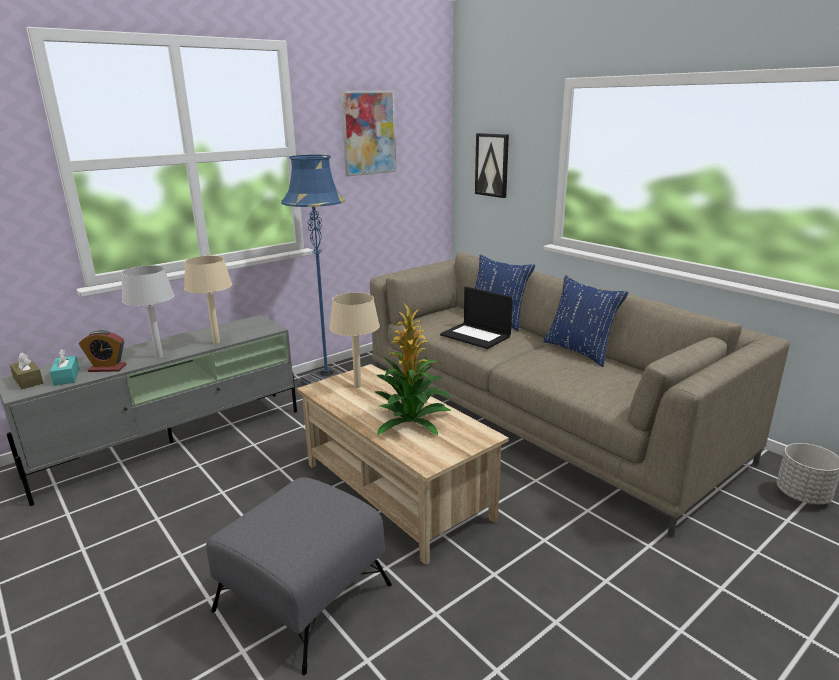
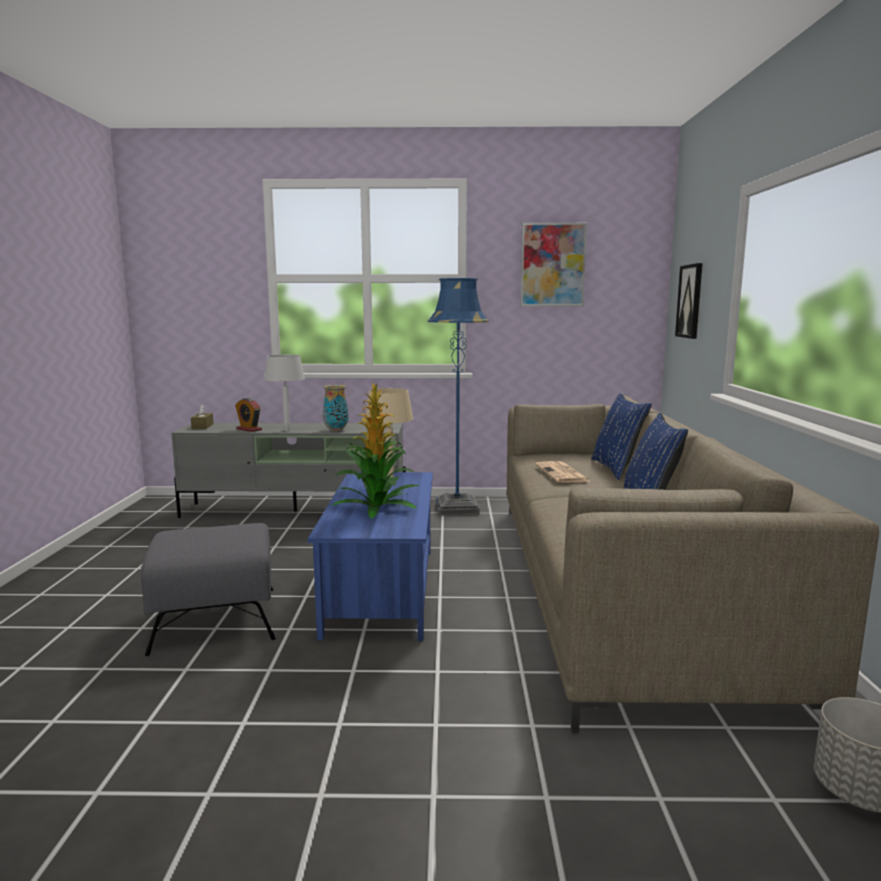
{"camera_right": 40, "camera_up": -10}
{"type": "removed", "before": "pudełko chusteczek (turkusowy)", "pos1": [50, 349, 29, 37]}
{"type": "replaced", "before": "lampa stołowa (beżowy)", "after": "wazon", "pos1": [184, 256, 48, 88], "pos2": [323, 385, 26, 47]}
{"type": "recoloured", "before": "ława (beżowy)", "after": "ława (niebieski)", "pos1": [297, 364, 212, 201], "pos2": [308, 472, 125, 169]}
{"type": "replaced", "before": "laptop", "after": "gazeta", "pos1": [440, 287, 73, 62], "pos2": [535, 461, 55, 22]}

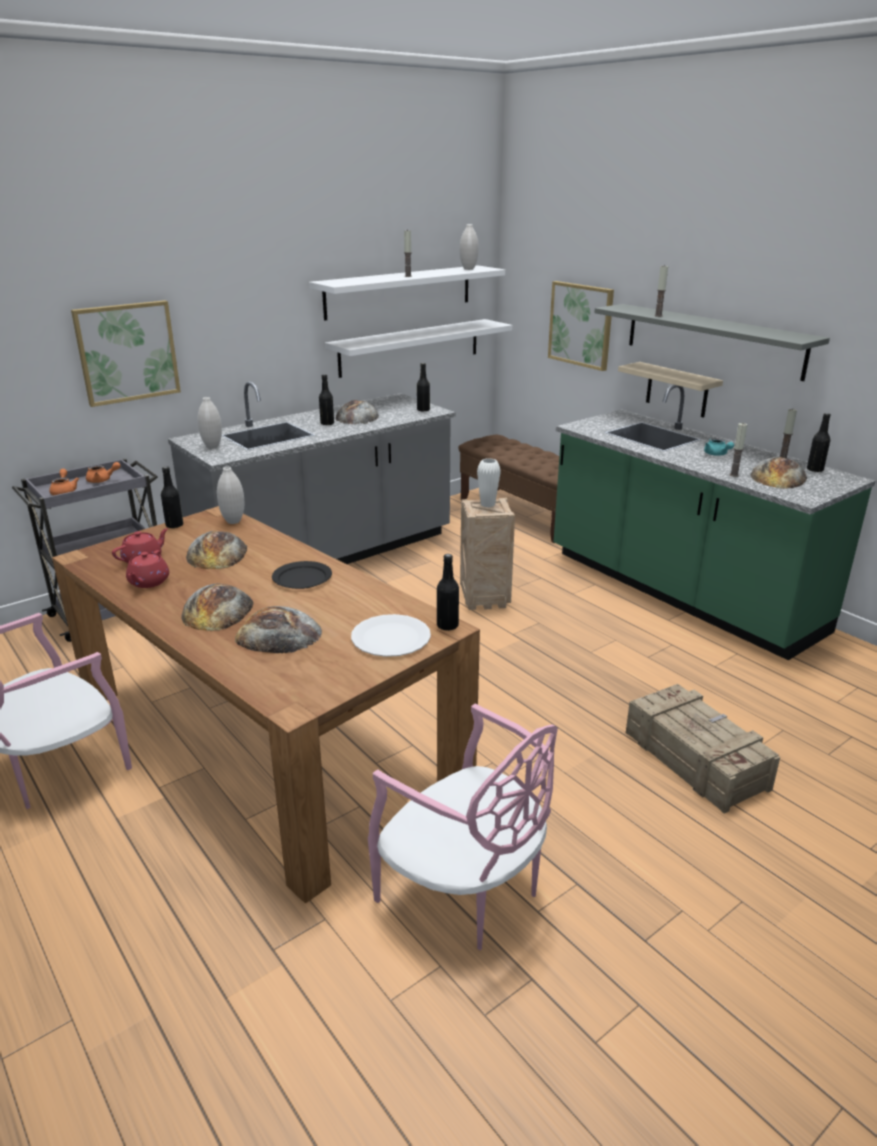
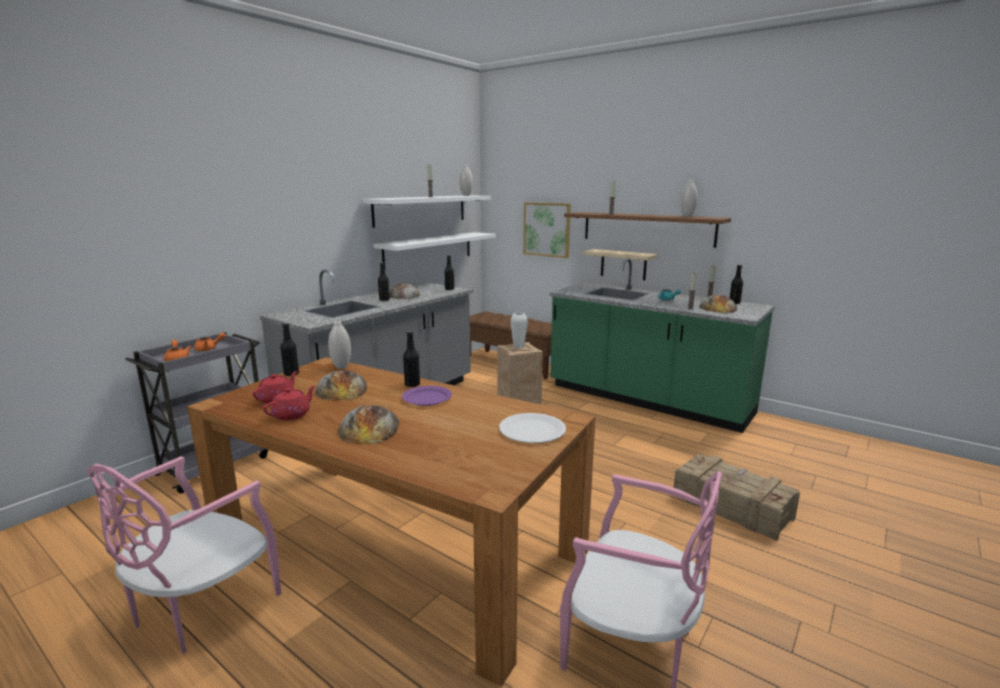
{"camera_right": -15, "camera_up": -10}
{"type": "removed", "before": "obraz", "pos1": [71, 300, 110, 107]}
{"type": "turned", "before": "imbryk (czerwony)", "pos1": [126, 550, 43, 38], "pos2": [263, 385, 53, 35], "turn": -135}
{"type": "moved", "before": "wazon (biały)", "pos1": [198, 397, 24, 51], "pos2": [680, 180, 18, 37]}
{"type": "removed", "before": "chleb", "pos1": [235, 606, 87, 47]}
{"type": "recoloured", "before": "talerz (czarny)", "after": "talerz (fioletowy)", "pos1": [272, 561, 60, 28], "pos2": [402, 386, 50, 20]}
{"type": "moved", "before": "butelka (czarny)", "pos1": [437, 554, 22, 77], "pos2": [403, 331, 17, 56]}
{"type": "recoloured", "before": "półka (szary)", "after": "półka (brązowy)", "pos1": [594, 304, 236, 77], "pos2": [564, 212, 167, 36]}

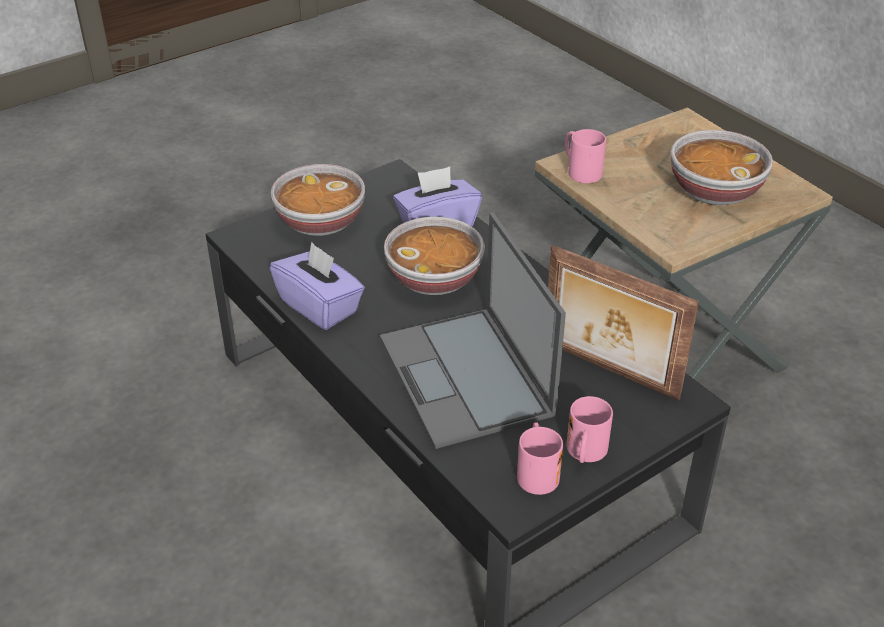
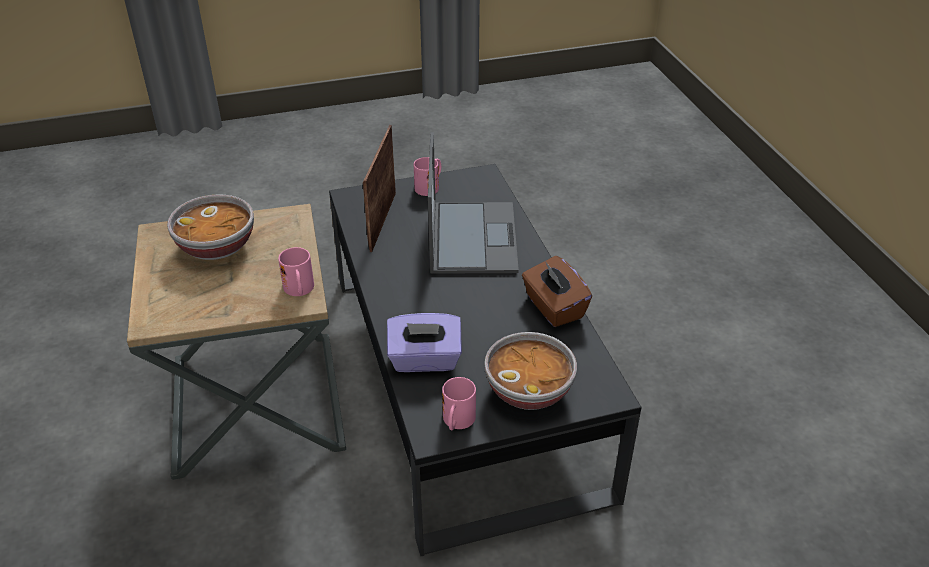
{"camera_right": -160, "camera_up": 0}
{"type": "recoloured", "before": "pudełko chusteczek (fioletowy)", "after": "pudełko chusteczek (brązowy)", "pos1": [270, 242, 95, 88], "pos2": [522, 256, 70, 71]}
{"type": "removed", "before": "miska", "pos1": [384, 216, 101, 79]}
{"type": "moved", "before": "kubek (różowy)", "pos1": [517, 422, 46, 73], "pos2": [442, 377, 34, 53]}
{"type": "turned", "before": "ramka na zdjęcie", "pos1": [548, 245, 151, 155], "pos2": [363, 125, 33, 127], "turn": -135}

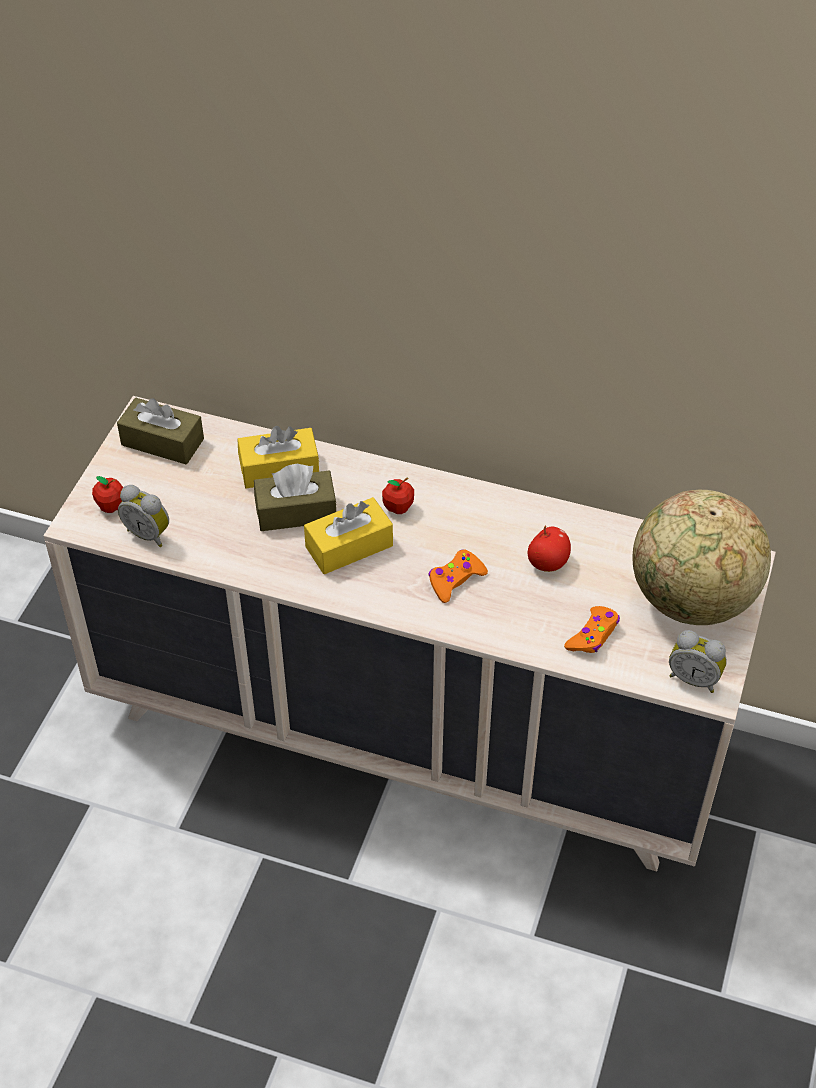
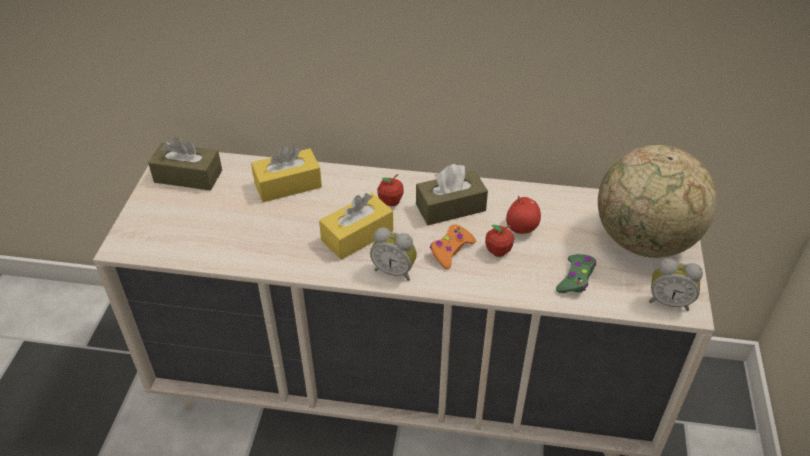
{"camera_right": -10, "camera_up": -5}
{"type": "moved", "before": "jabłko", "pos1": [92, 476, 31, 37], "pos2": [485, 225, 29, 32]}
{"type": "moved", "before": "budzik", "pos1": [118, 485, 51, 62], "pos2": [370, 227, 47, 54]}
{"type": "moved", "before": "pudełko chusteczek (brązowy)", "pos1": [254, 464, 82, 67], "pos2": [416, 164, 72, 61]}
{"type": "recoloured", "before": "pad do gier (pomarańczowy)", "after": "pad do gier (zielony)", "pos1": [564, 606, 56, 47], "pos2": [556, 254, 40, 39]}

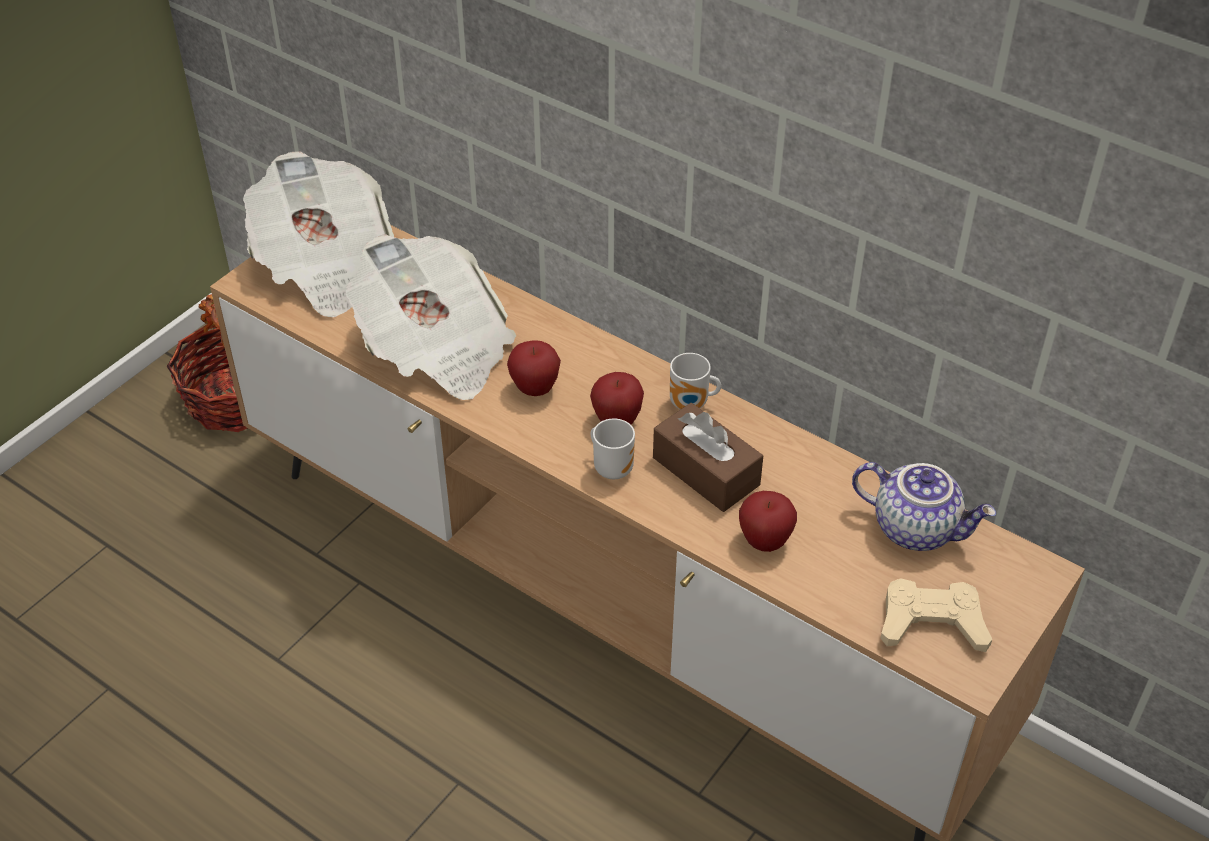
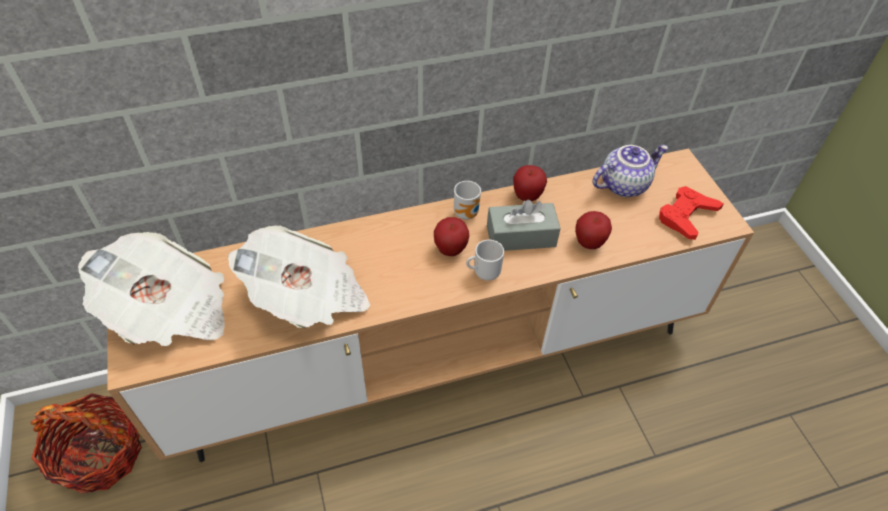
{"camera_right": -55, "camera_up": 5}
{"type": "moved", "before": "jabłko", "pos1": [507, 340, 54, 56], "pos2": [513, 165, 34, 36]}
{"type": "recoloured", "before": "pudełko chusteczek (brązowy)", "after": "pudełko chusteczek (szary)", "pos1": [653, 403, 110, 109], "pos2": [487, 200, 74, 51]}
{"type": "recoloured", "before": "pad do gier (beżowy)", "after": "pad do gier (czerwony)", "pos1": [881, 578, 111, 74], "pos2": [659, 186, 64, 54]}

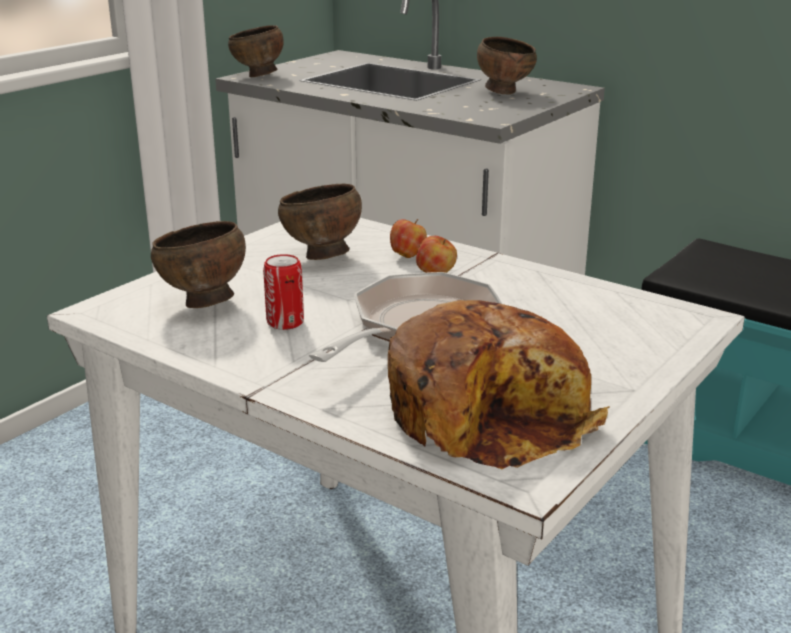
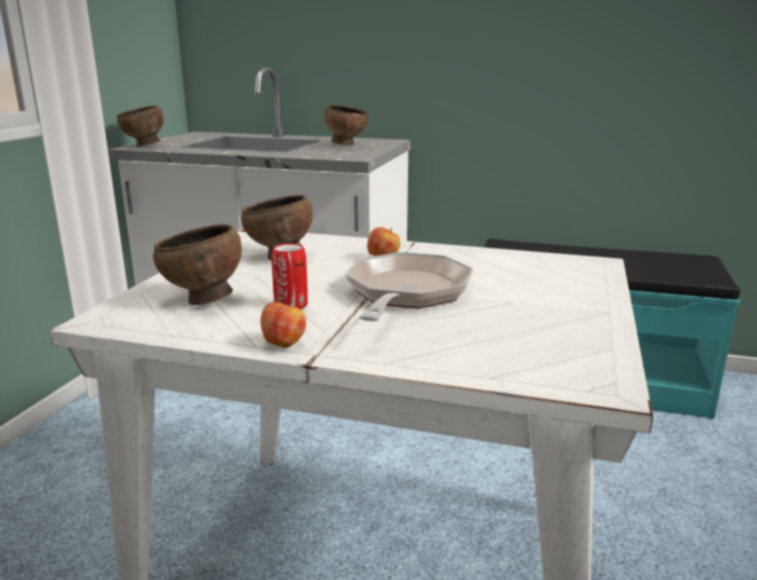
{"camera_right": -20, "camera_up": -5}
{"type": "removed", "before": "chleb", "pos1": [388, 300, 222, 169]}
{"type": "moved", "before": "jabłko", "pos1": [390, 219, 37, 39], "pos2": [260, 299, 46, 49]}

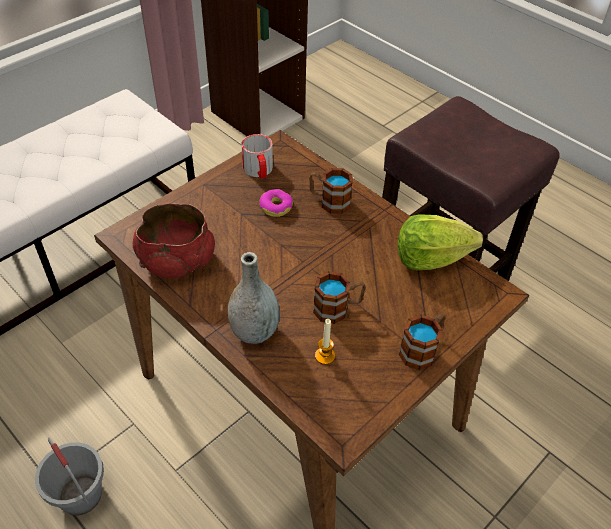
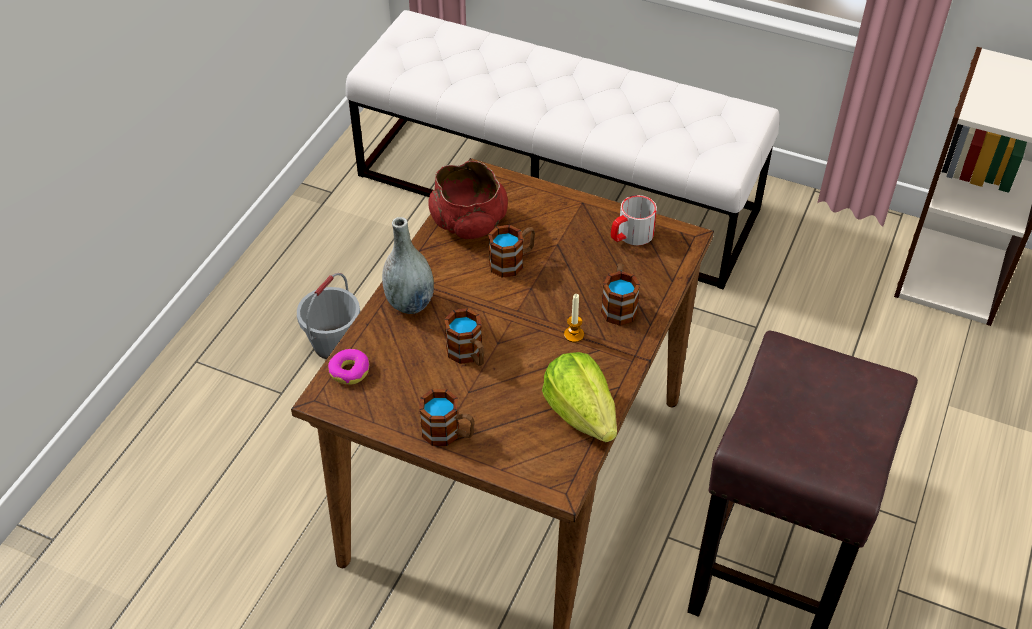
{"camera_right": 70, "camera_up": 0}
{"type": "moved", "before": "donut", "pos1": [259, 189, 34, 28], "pos2": [328, 349, 41, 36]}
{"type": "moved", "before": "świeca", "pos1": [315, 319, 20, 46], "pos2": [564, 294, 20, 48]}
{"type": "added", "after": "kubek", "pos2": [488, 225, 47, 53]}

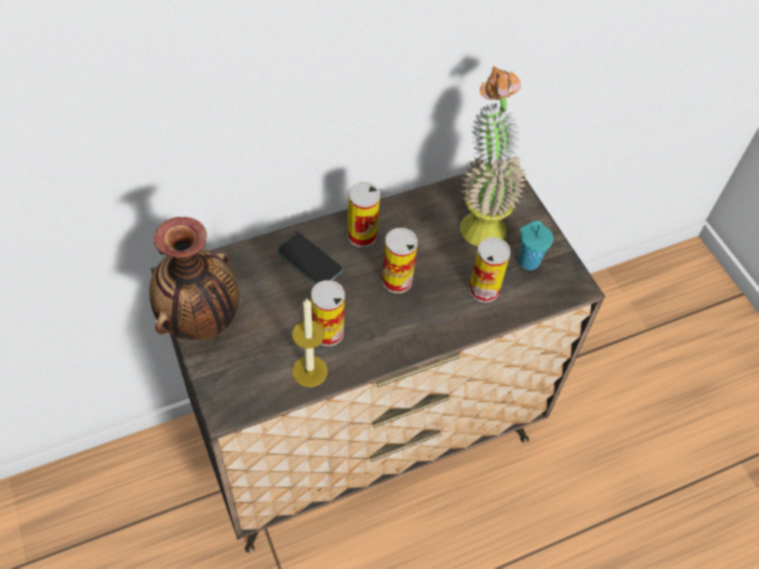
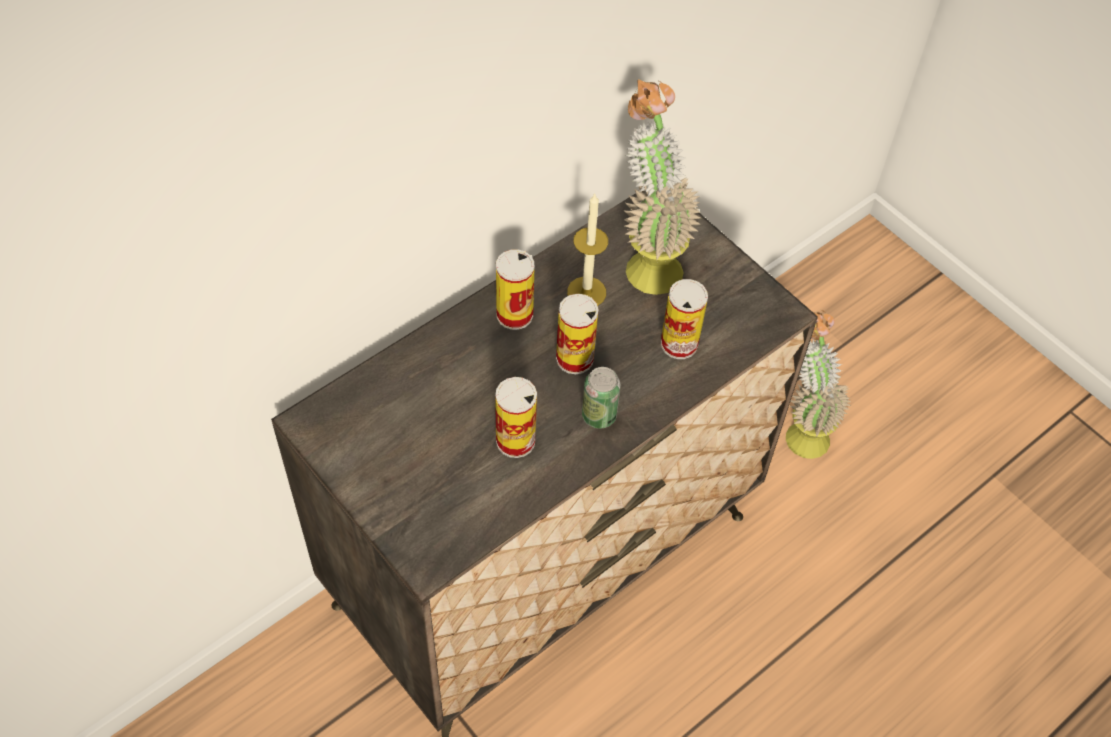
{"camera_right": -15, "camera_up": 0}
{"type": "removed", "before": "wazon", "pos1": [149, 217, 90, 123]}
{"type": "removed", "before": "telefon", "pos1": [277, 233, 66, 51]}
{"type": "moved", "before": "świeca", "pos1": [292, 299, 36, 88], "pos2": [567, 194, 41, 112]}
{"type": "removed", "before": "filiżanka (turkusowy)", "pos1": [518, 221, 35, 49]}
{"type": "added", "after": "puszka", "pos2": [582, 367, 39, 62]}
{"type": "added", "after": "roślina doniczkowa", "pos2": [786, 310, 65, 149]}

